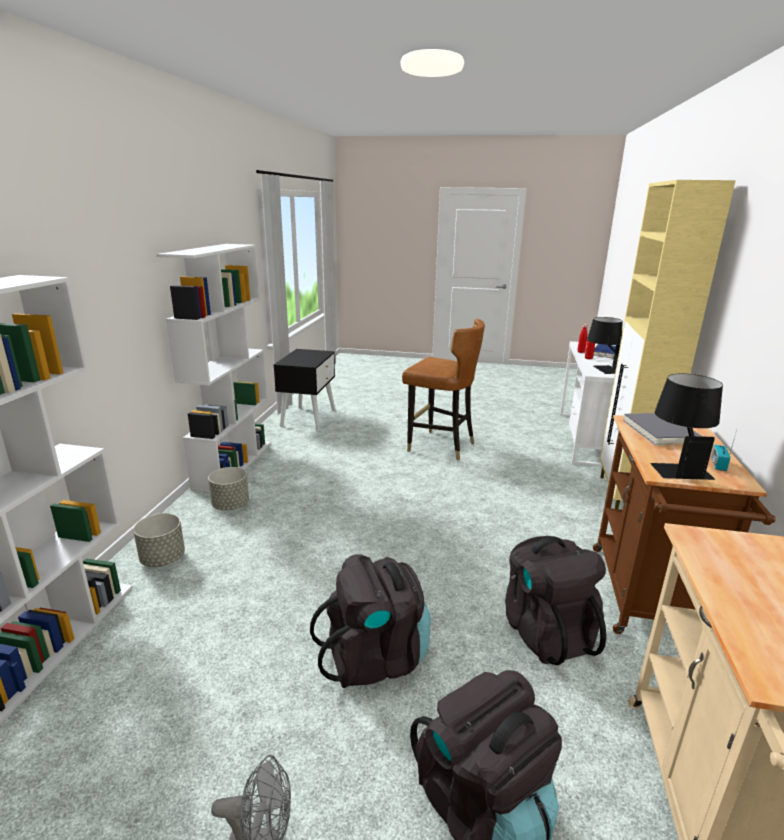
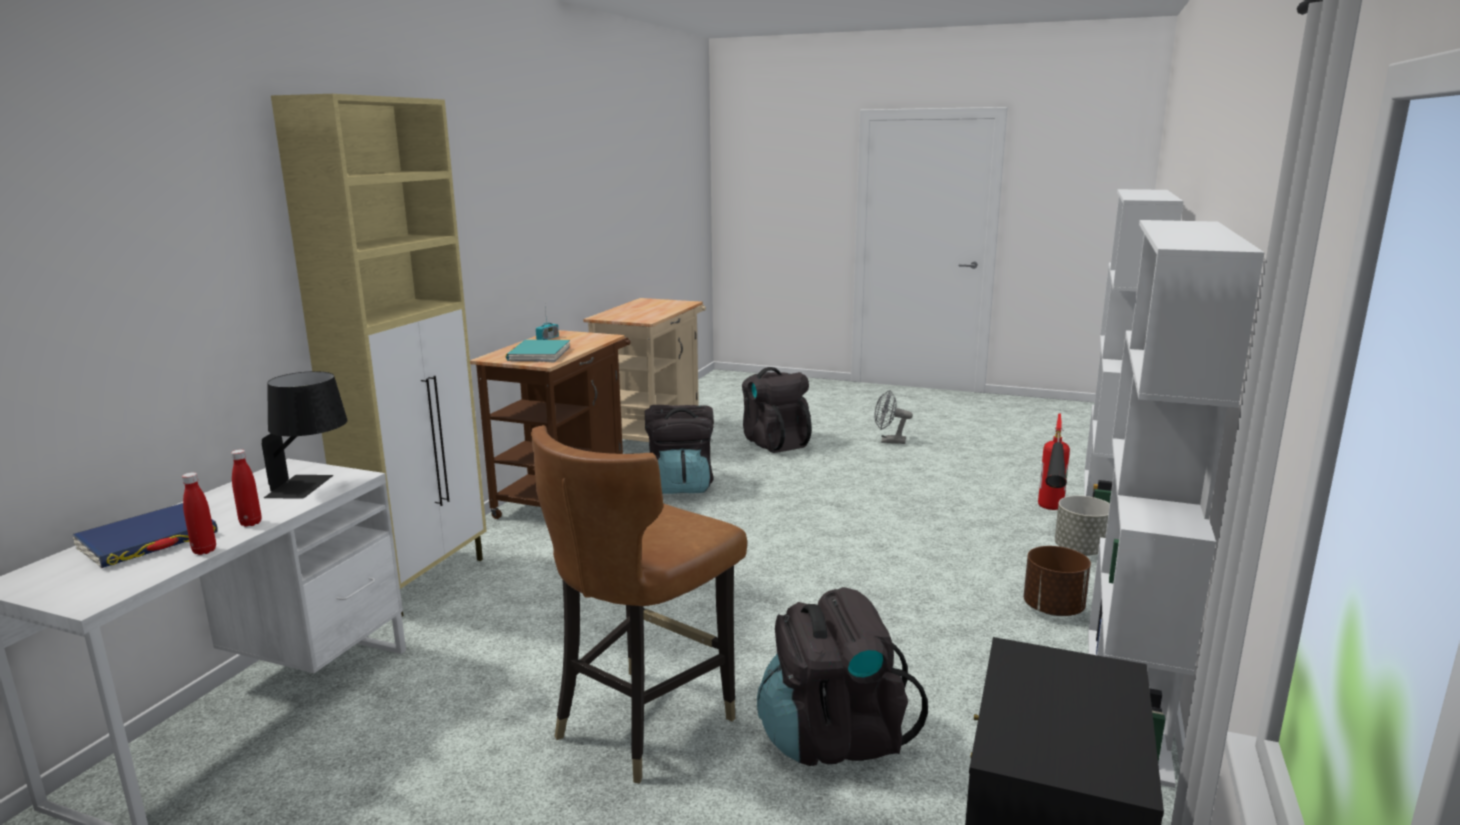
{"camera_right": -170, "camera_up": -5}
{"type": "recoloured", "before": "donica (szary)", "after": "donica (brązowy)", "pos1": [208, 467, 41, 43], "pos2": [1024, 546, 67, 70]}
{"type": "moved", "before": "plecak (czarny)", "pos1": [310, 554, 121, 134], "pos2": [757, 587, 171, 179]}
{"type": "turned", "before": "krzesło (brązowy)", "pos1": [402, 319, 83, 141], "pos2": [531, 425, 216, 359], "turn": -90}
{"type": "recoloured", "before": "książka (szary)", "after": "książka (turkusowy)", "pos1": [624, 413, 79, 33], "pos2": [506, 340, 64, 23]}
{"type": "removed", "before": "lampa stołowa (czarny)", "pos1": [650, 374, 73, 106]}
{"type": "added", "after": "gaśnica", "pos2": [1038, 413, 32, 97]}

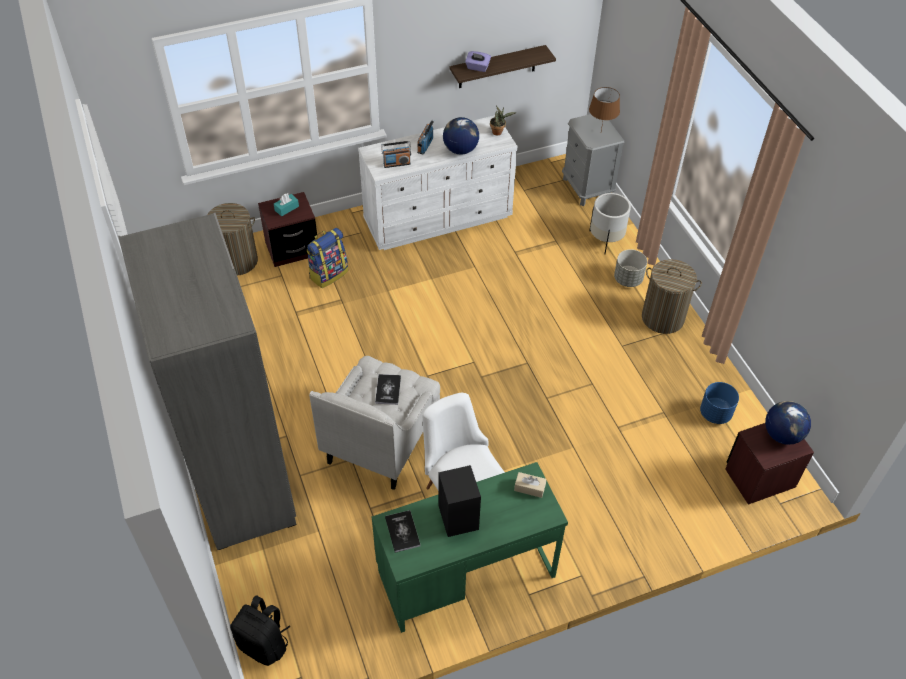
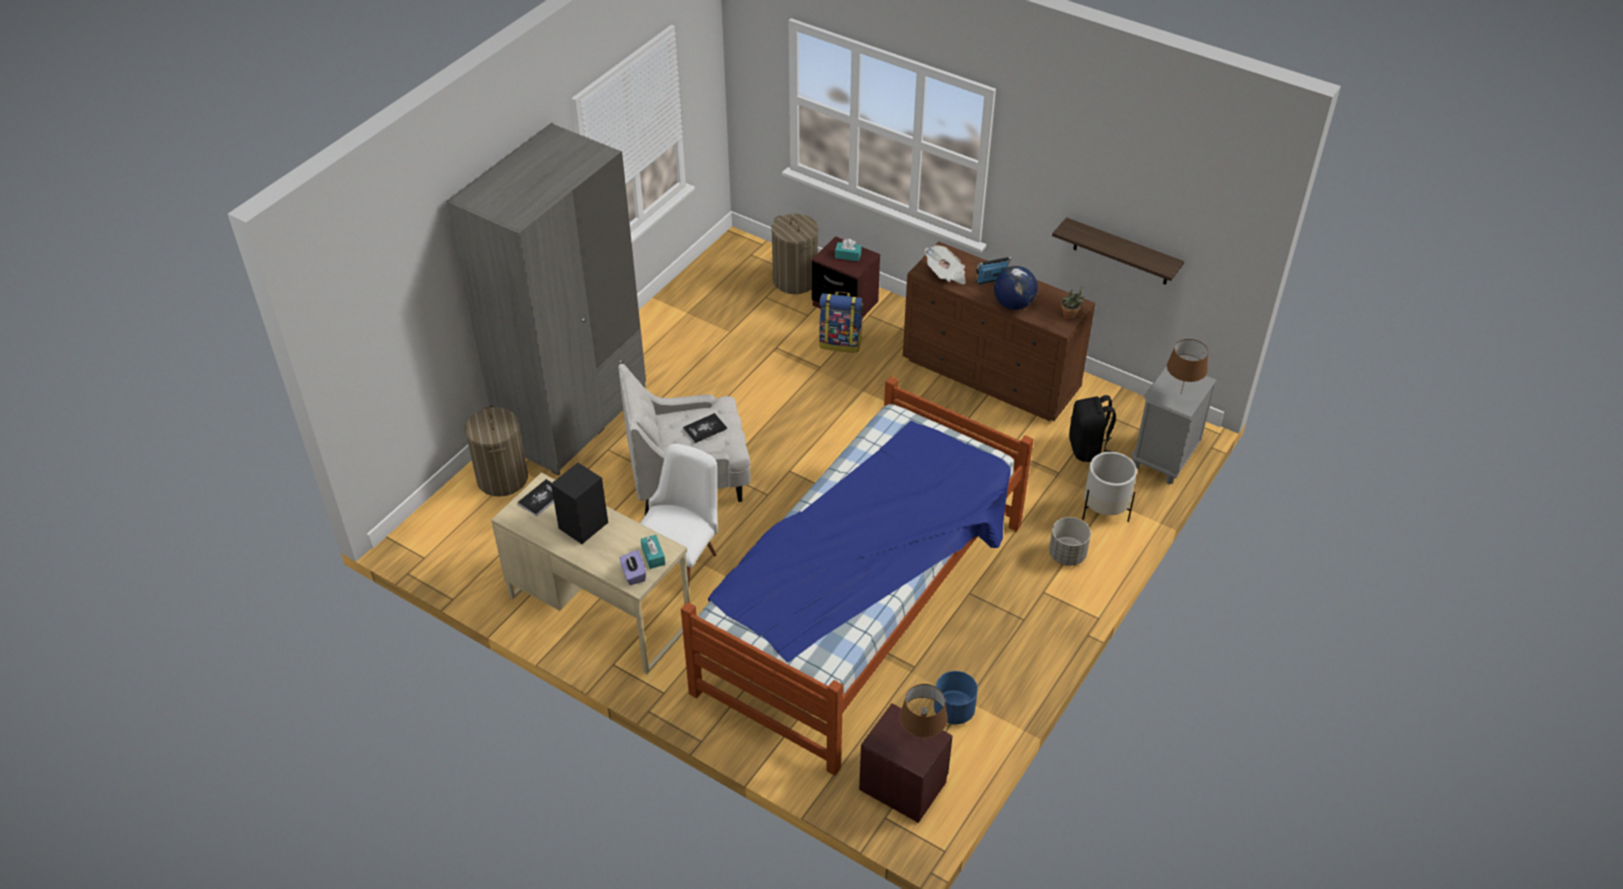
{"camera_right": 55, "camera_up": -5}
{"type": "moved", "before": "plecak (czarny)", "pos1": [230, 595, 60, 71], "pos2": [1069, 395, 47, 67]}
{"type": "recoloured", "before": "komoda (biały)", "after": "komoda (brązowy)", "pos1": [358, 115, 159, 135], "pos2": [903, 241, 192, 180]}
{"type": "recoloured", "before": "biurko (zielony)", "after": "biurko (beżowy)", "pos1": [372, 462, 196, 171], "pos2": [491, 473, 199, 201]}
{"type": "replaced", "before": "radio", "after": "gazeta", "pos1": [381, 141, 30, 27], "pos2": [925, 245, 41, 39]}
{"type": "moved", "before": "pudełko chusteczek (fioletowy)", "pos1": [465, 51, 26, 21], "pos2": [620, 550, 26, 35]}
{"type": "recoloured", "before": "pudełko chusteczek (beżowy)", "after": "pudełko chusteczek (turkusowy)", "pos1": [514, 472, 32, 26], "pos2": [641, 535, 24, 34]}
{"type": "moved", "before": "kosz na pranie", "pos1": [642, 259, 60, 75], "pos2": [465, 405, 63, 92]}
{"type": "replaced", "before": "globus", "after": "lampa stołowa (brązowy)", "pos1": [765, 401, 46, 44], "pos2": [900, 684, 48, 58]}
{"type": "added", "after": "łóżko", "pos2": [681, 376, 353, 400]}

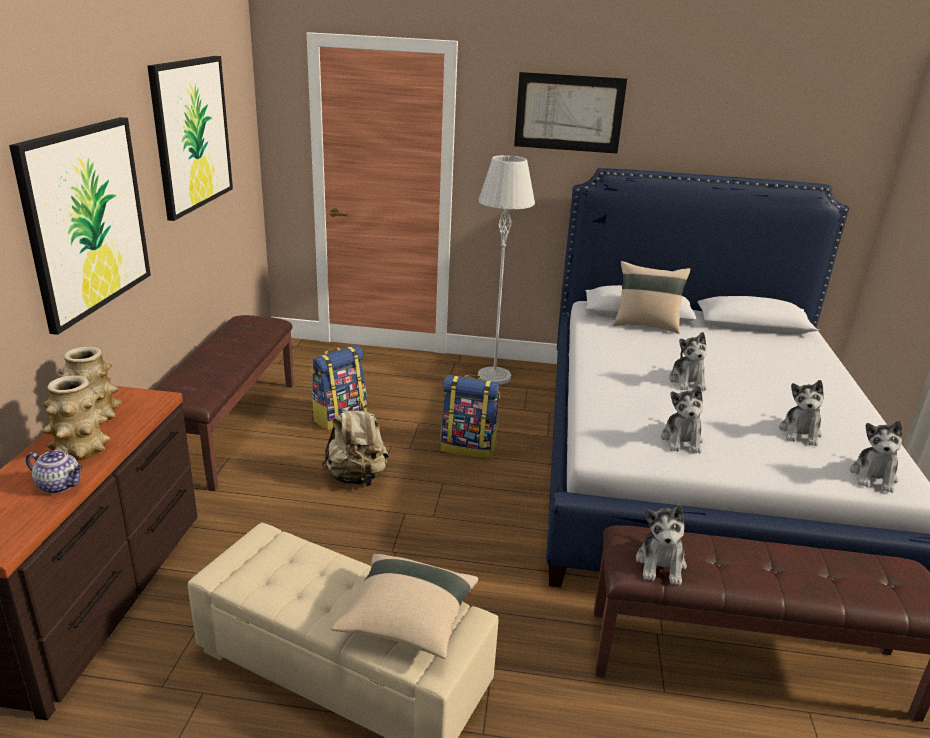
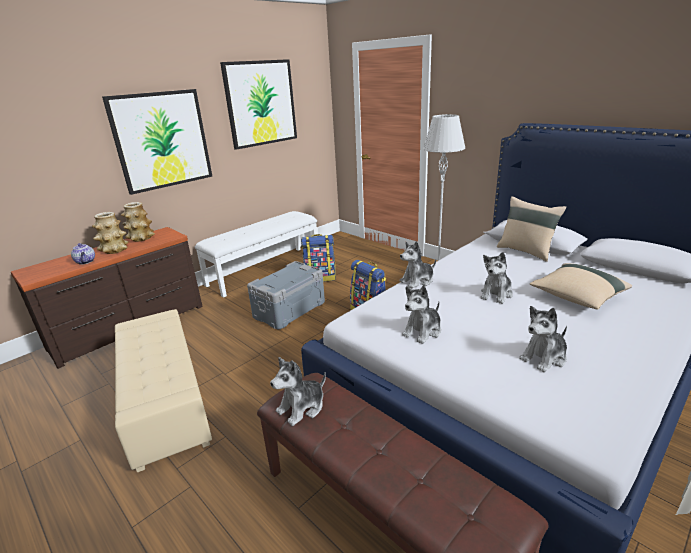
{"camera_right": 40, "camera_up": 0}
{"type": "recoloured", "before": "ławka (brązowy)", "after": "ławka (biały)", "pos1": [153, 315, 141, 176], "pos2": [195, 211, 122, 87]}
{"type": "replaced", "before": "plecak (beżowy)", "after": "pojemnik do przechowywania (szary)", "pos1": [322, 400, 67, 87], "pos2": [247, 261, 78, 68]}
{"type": "moved", "before": "poduszka (beżowy)", "pos1": [331, 554, 147, 105], "pos2": [530, 263, 102, 47]}
{"type": "removed", "before": "obraz", "pos1": [514, 72, 113, 82]}
{"type": "moved", "before": "pluszak", "pos1": [850, 421, 52, 72], "pos2": [399, 241, 37, 47]}

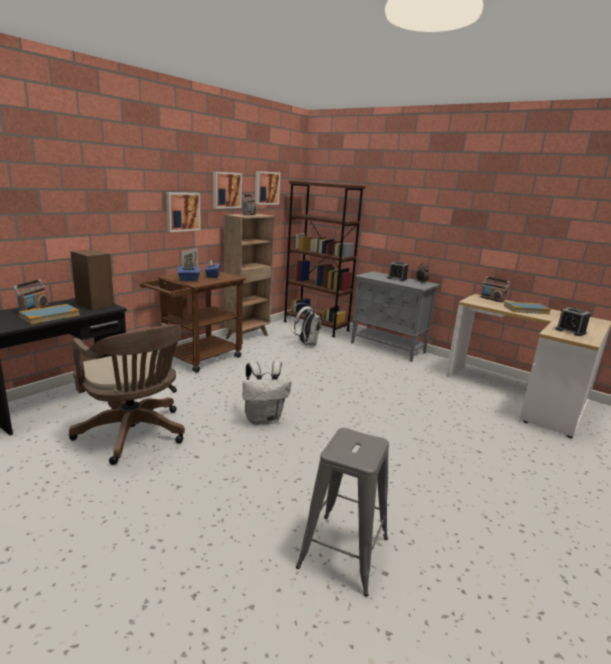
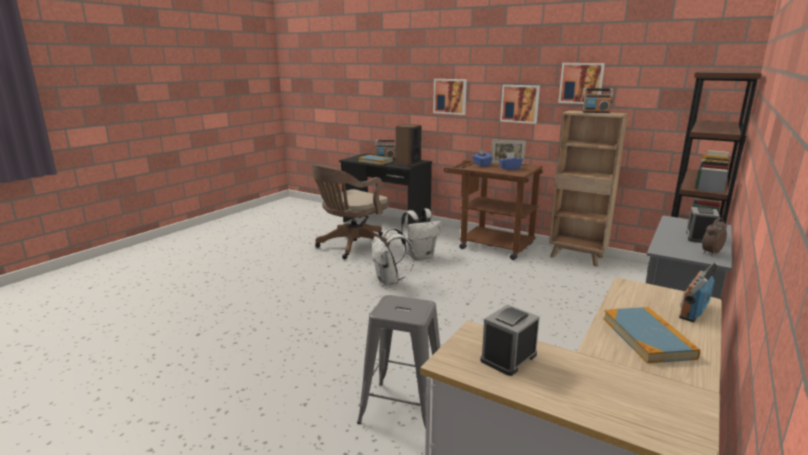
{"camera_right": 85, "camera_up": 0}
{"type": "moved", "before": "obraz", "pos1": [255, 171, 25, 34], "pos2": [433, 79, 34, 36]}
{"type": "moved", "before": "plecak (biały)", "pos1": [289, 303, 32, 42], "pos2": [401, 208, 41, 52]}
{"type": "moved", "before": "stołek (szary)", "pos1": [296, 428, 93, 168], "pos2": [357, 295, 83, 134]}

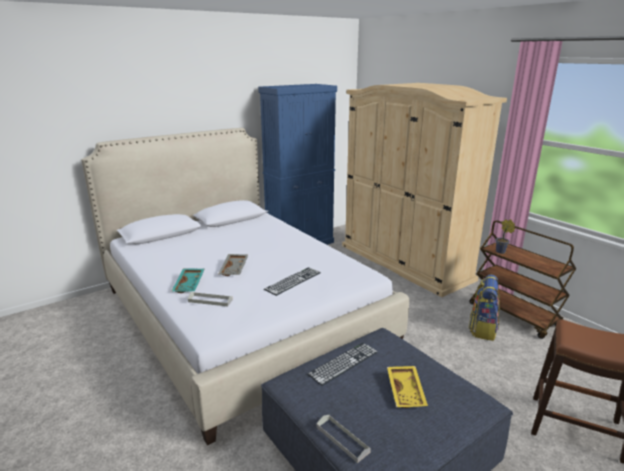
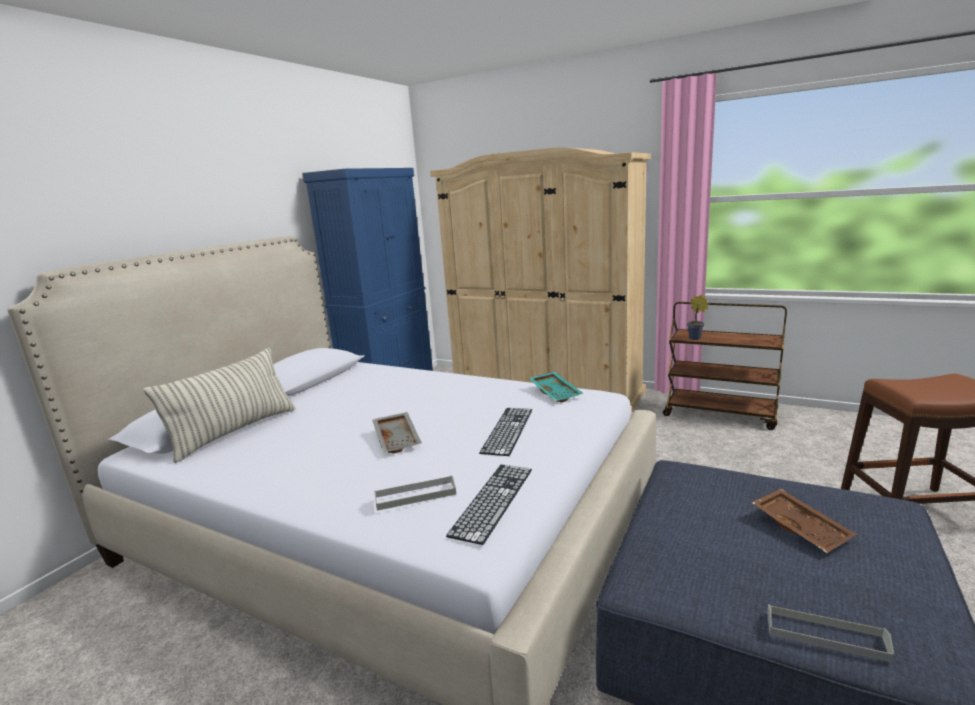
{"camera_right": -25, "camera_up": -5}
{"type": "moved", "before": "taca (turkusowy)", "pos1": [172, 268, 32, 25], "pos2": [529, 372, 54, 30]}
{"type": "moved", "before": "klawiatura", "pos1": [307, 343, 70, 43], "pos2": [446, 464, 86, 81]}
{"type": "recoloured", "before": "taca (żółty)", "after": "taca (brązowy)", "pos1": [387, 366, 41, 42], "pos2": [752, 489, 105, 64]}
{"type": "removed", "before": "plecak", "pos1": [469, 275, 31, 66]}
{"type": "added", "after": "poduszka", "pos2": [144, 348, 152, 115]}

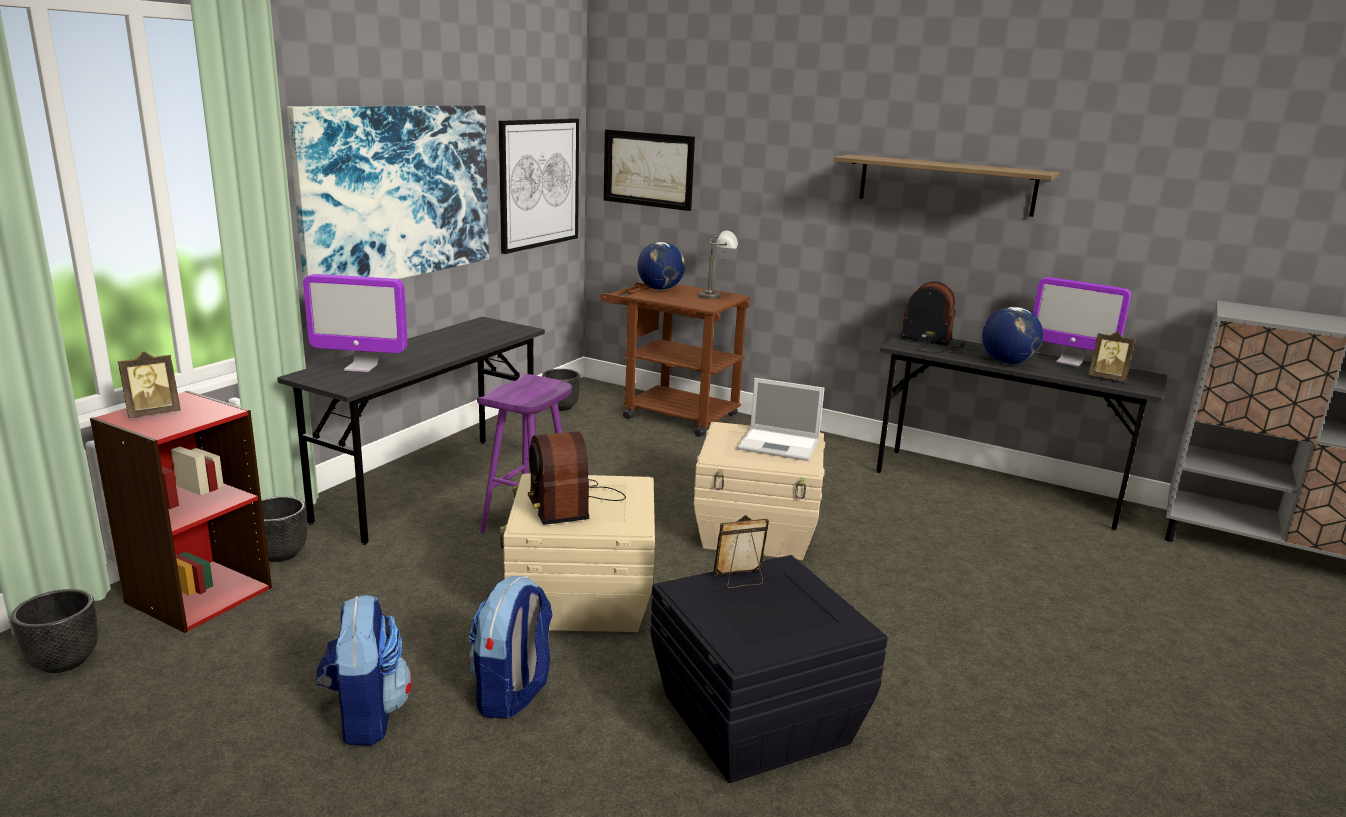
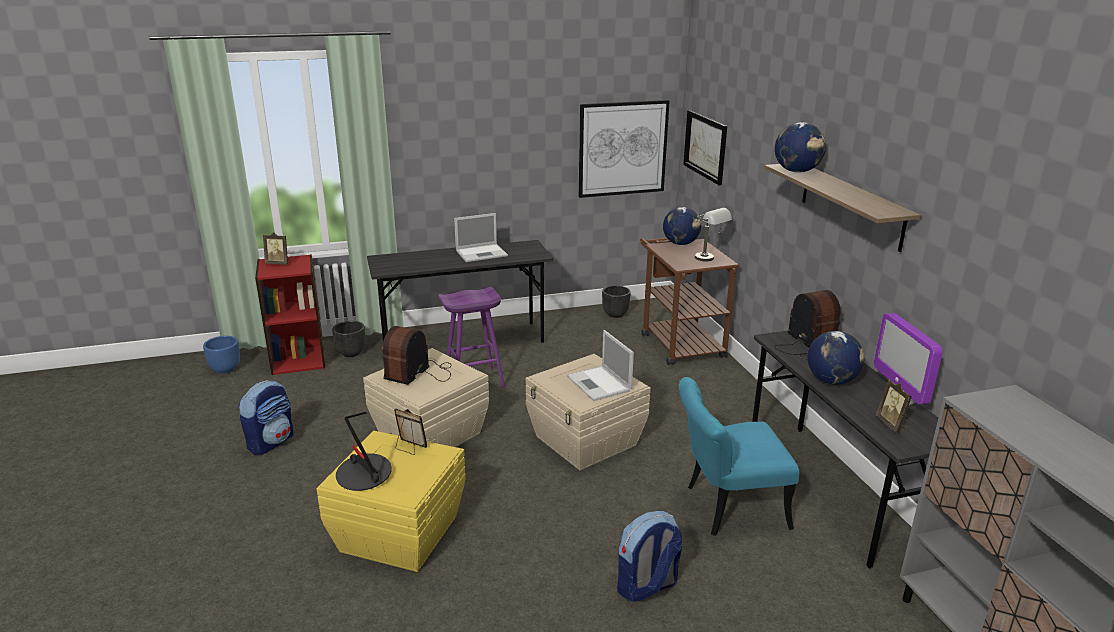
{"camera_right": 45, "camera_up": 5}
{"type": "recoloured", "before": "donica (czarny)", "after": "donica (niebieski)", "pos1": [11, 589, 87, 84], "pos2": [203, 336, 37, 38]}
{"type": "removed", "before": "obraz", "pos1": [287, 105, 202, 175]}
{"type": "removed", "before": "monitor", "pos1": [303, 274, 105, 98]}
{"type": "moved", "before": "plecak", "pos1": [468, 576, 85, 142], "pos2": [617, 511, 65, 91]}
{"type": "recoloured", "before": "pojemnik do przechowywania (czarny)", "after": "pojemnik do przechowywania (żółty)", "pos1": [650, 555, 238, 228], "pos2": [316, 431, 150, 141]}
{"type": "added", "after": "lampa stołowa", "pos2": [336, 412, 56, 79]}
{"type": "added", "after": "laptop", "pos2": [454, 213, 54, 49]}
{"type": "added", "after": "krzesło (turkusowy)", "pos2": [679, 377, 120, 159]}
{"type": "added", "after": "globus", "pos2": [775, 122, 51, 51]}

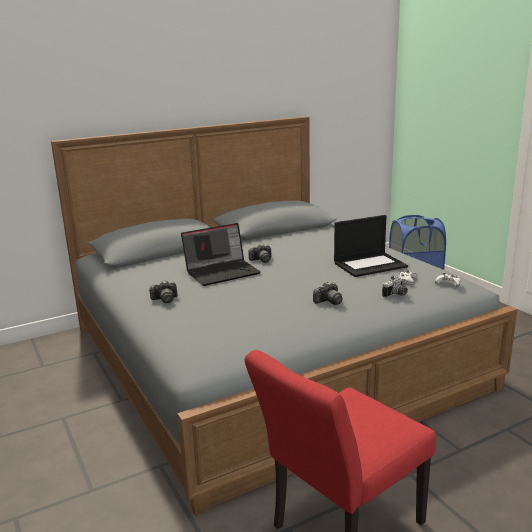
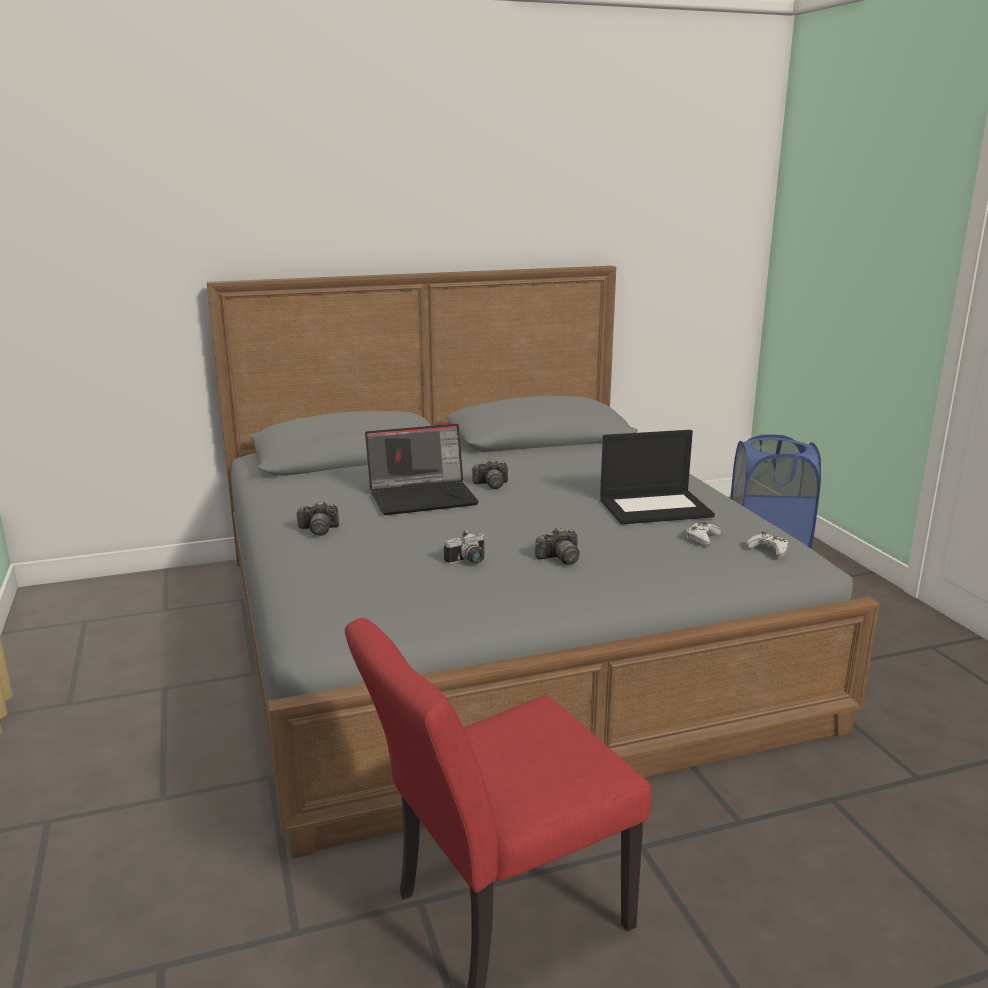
{"camera_right": 10, "camera_up": 0}
{"type": "moved", "before": "aparat fotograficzny", "pos1": [382, 276, 26, 22], "pos2": [444, 530, 41, 34]}

